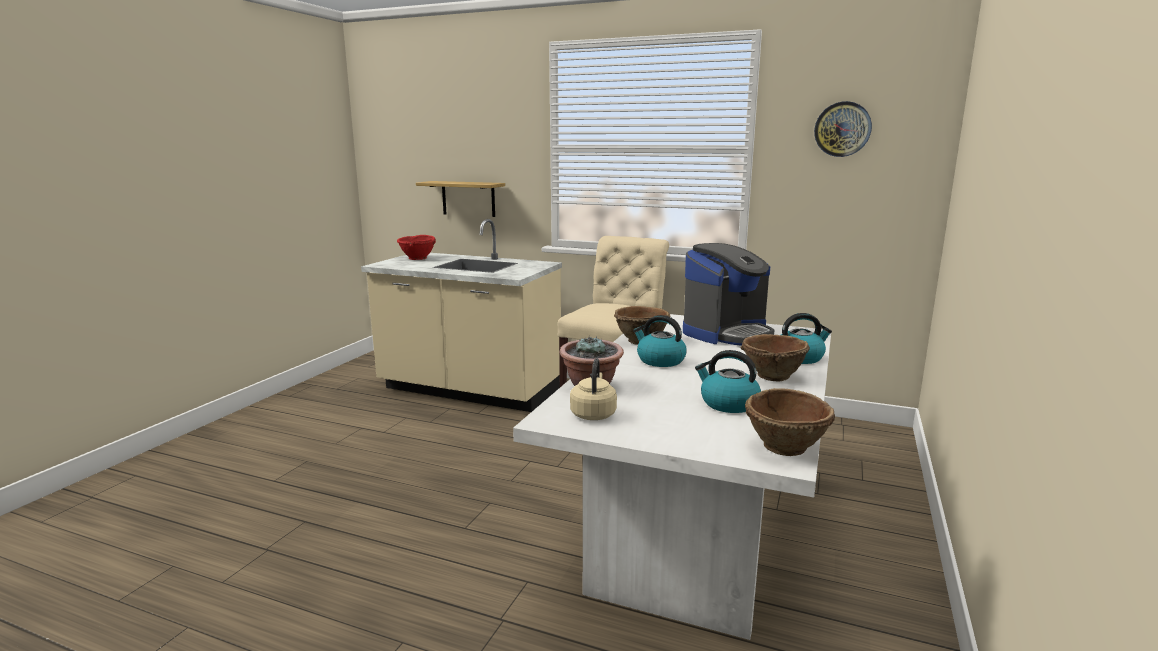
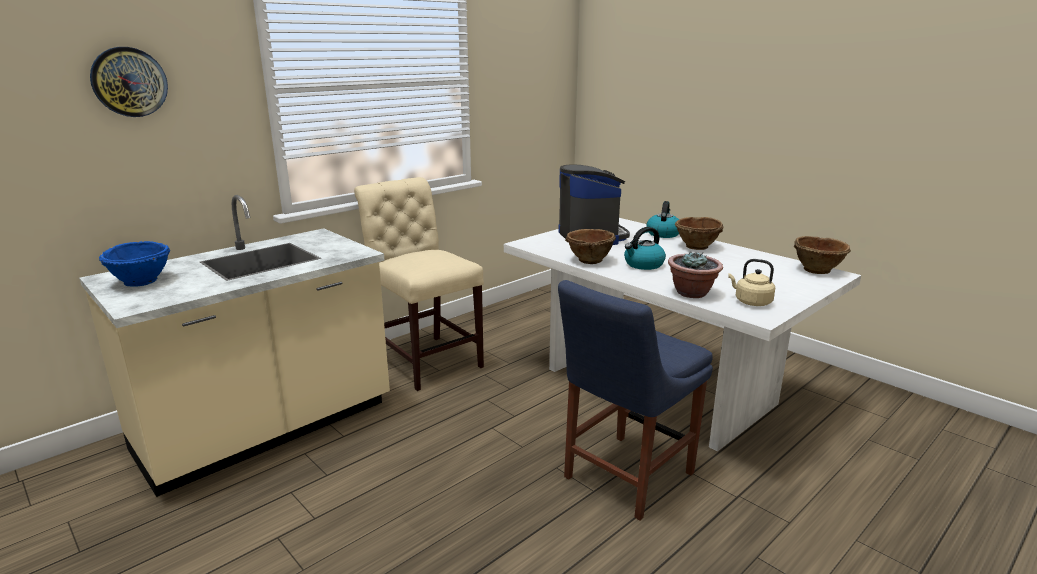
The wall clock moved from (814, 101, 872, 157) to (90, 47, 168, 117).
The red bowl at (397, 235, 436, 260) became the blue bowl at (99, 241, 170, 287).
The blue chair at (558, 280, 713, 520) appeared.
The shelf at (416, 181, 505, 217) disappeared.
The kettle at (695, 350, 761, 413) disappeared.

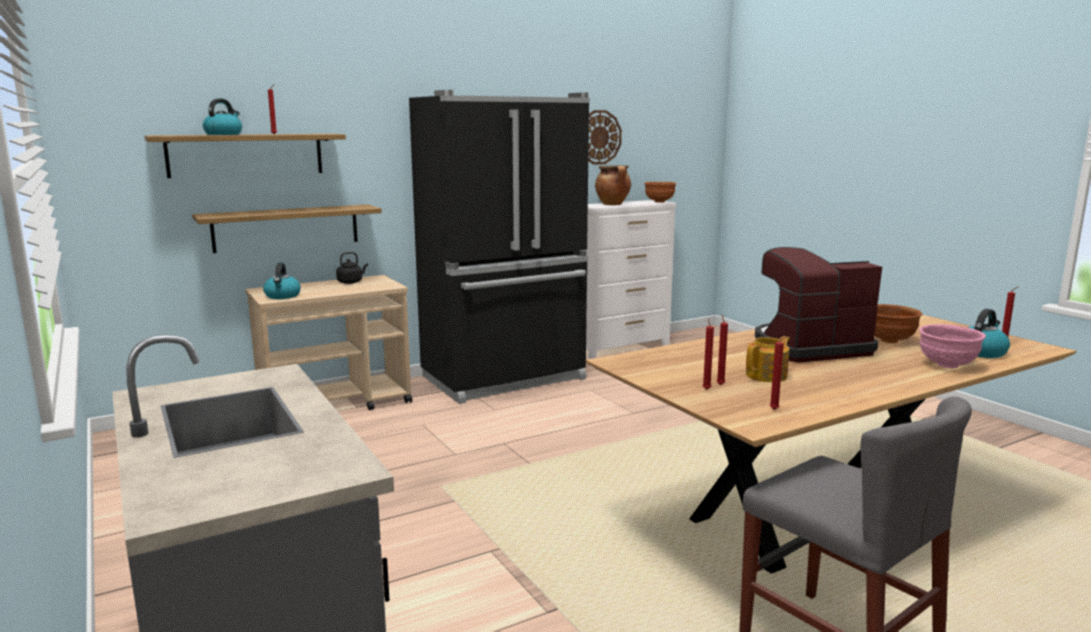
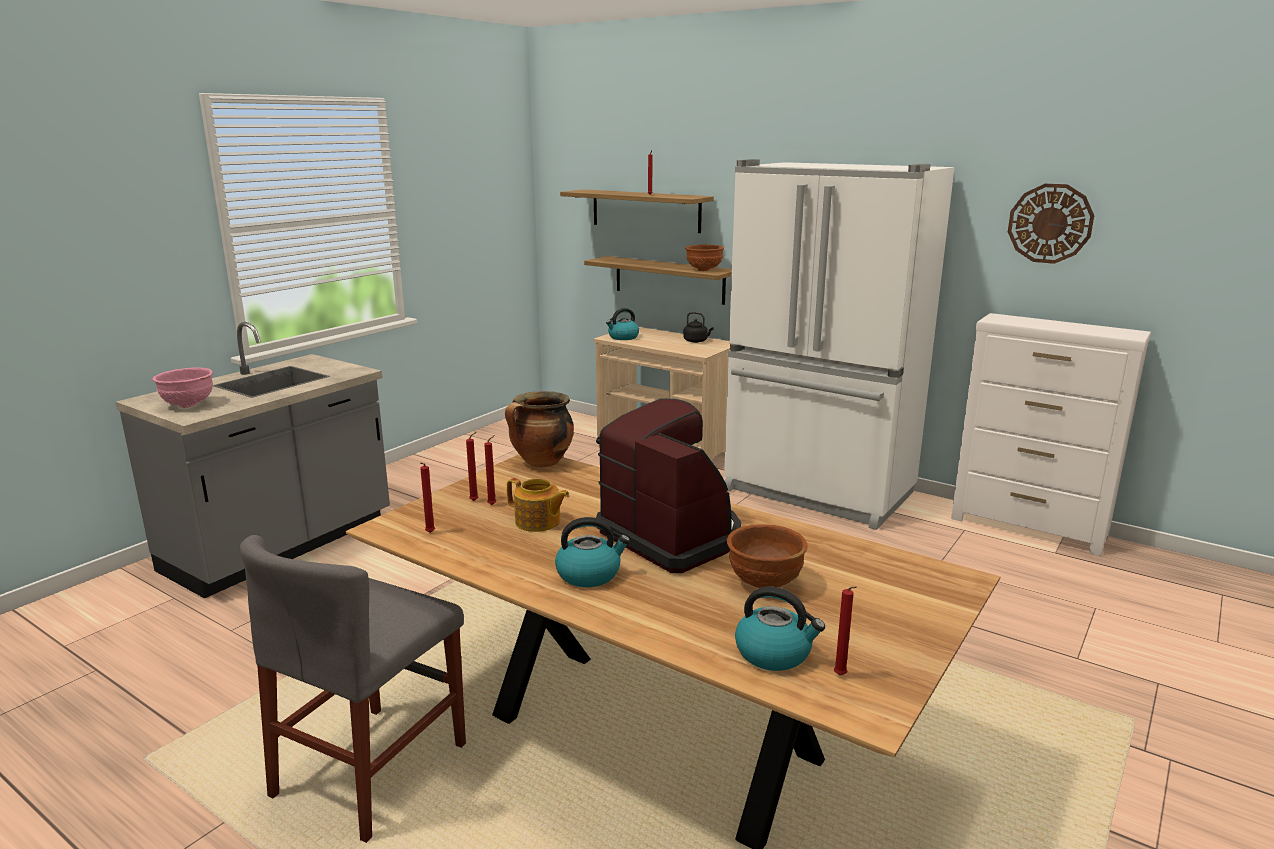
The pink bowl moved from (919, 324, 986, 368) to (152, 368, 213, 408).
The cooking pot moved from (595, 165, 631, 205) to (505, 391, 574, 468).
The kettle moved from (203, 98, 242, 135) to (555, 517, 630, 587).
The brown bowl moved from (644, 182, 677, 203) to (685, 244, 724, 271).
The black fridge at (409, 90, 590, 404) became the white fridge at (724, 159, 955, 530).

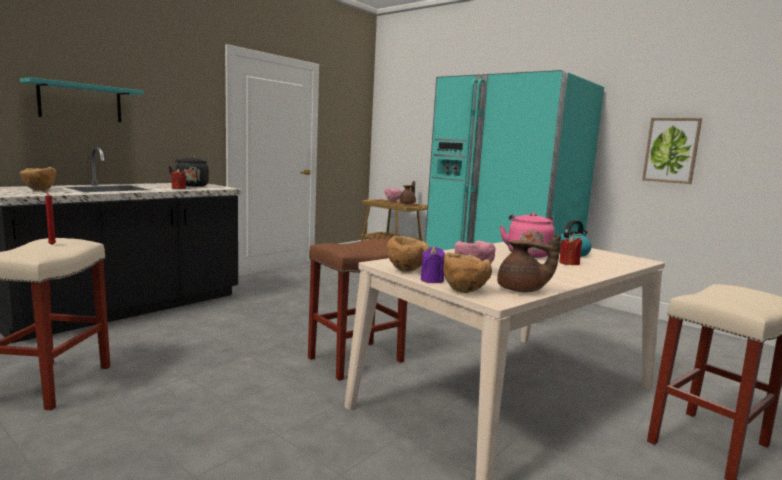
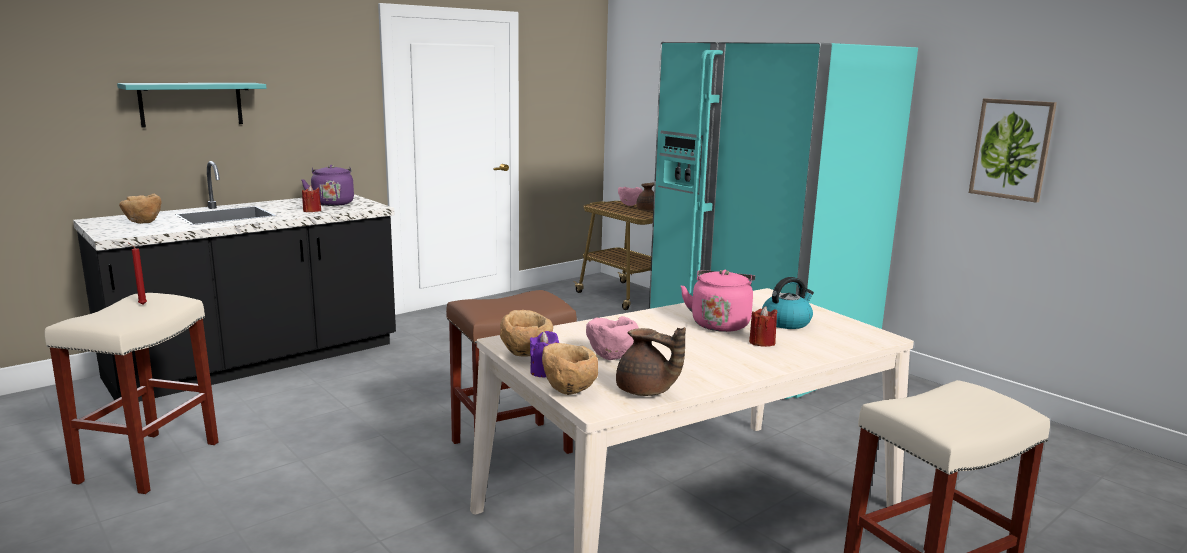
The black kettle at (168, 156, 209, 187) became the purple kettle at (302, 165, 354, 206).

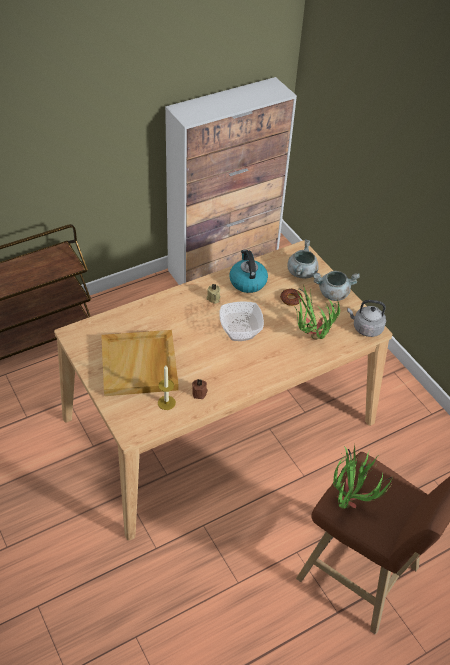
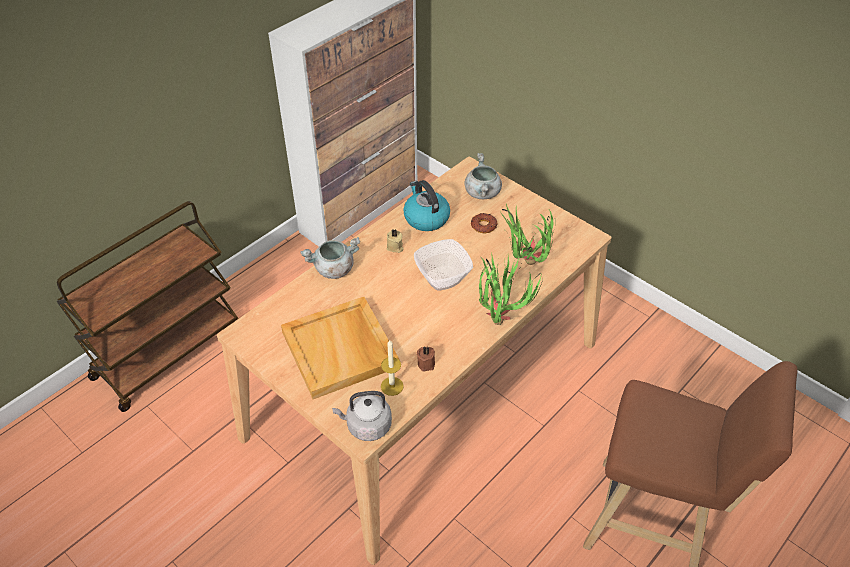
The grey cooking pot moved from (312, 271, 360, 301) to (300, 237, 360, 279).
The grey kettle moved from (347, 300, 386, 337) to (332, 391, 392, 441).
The potted plant moved from (333, 444, 393, 509) to (479, 252, 543, 325).

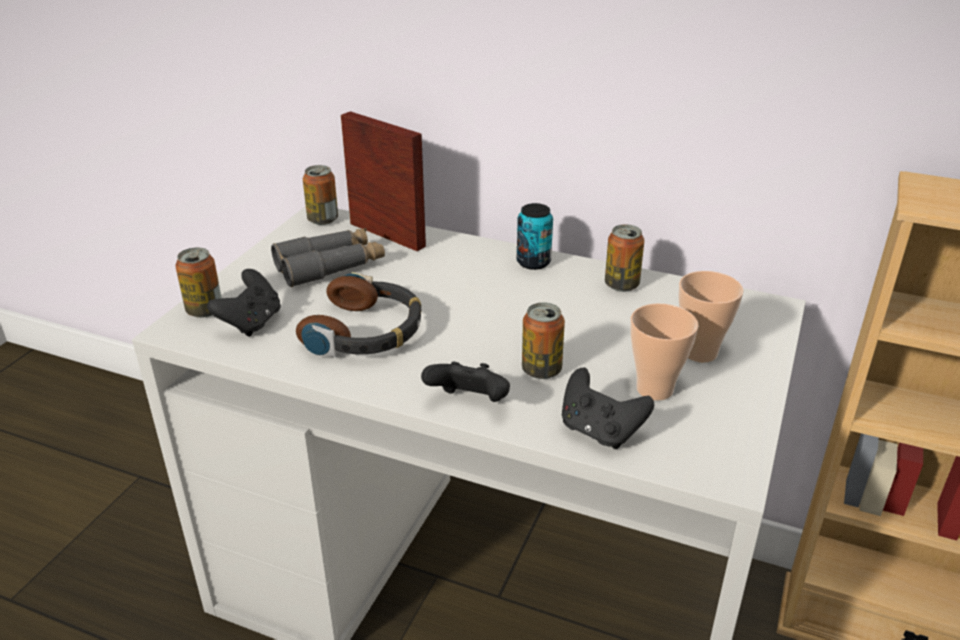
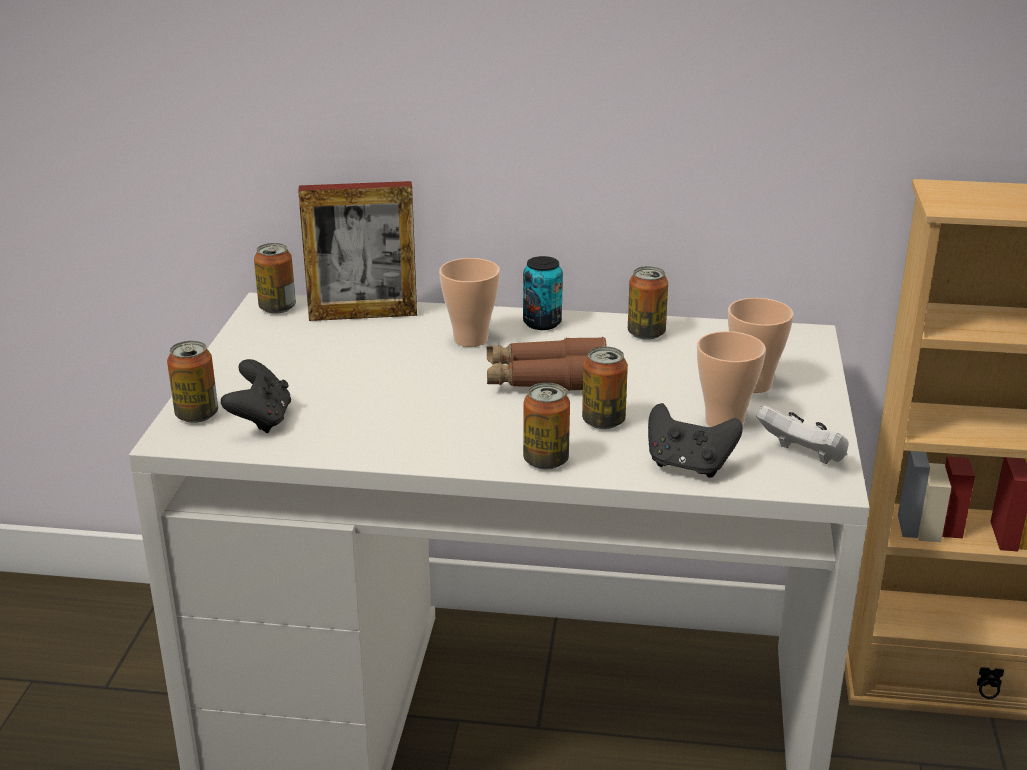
The picture frame at (341, 111, 426, 251) turned 150 degrees clockwise.
The cup at (439, 258, 500, 347) appeared.
The brown binoculars at (487, 337, 607, 391) appeared.
The black game controller at (421, 362, 510, 402) was replaced by the can at (523, 383, 570, 469).
The white game controller at (757, 405, 849, 464) appeared.
The grey binoculars at (271, 228, 385, 287) disappeared.
The headphones at (296, 272, 421, 357) disappeared.

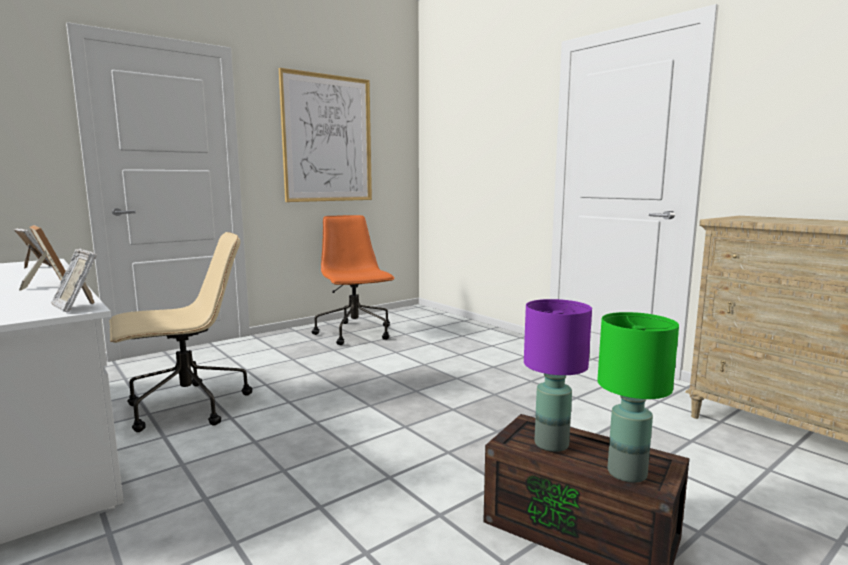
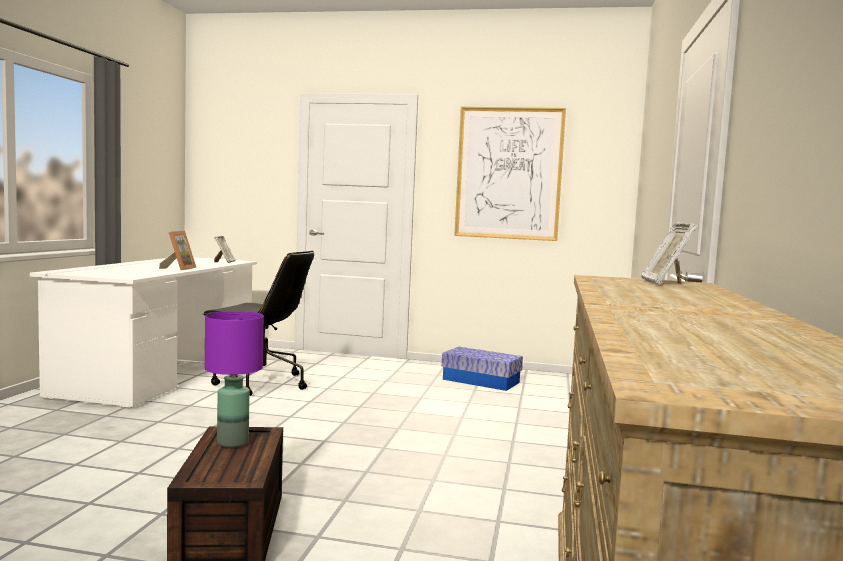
The beige office chair at (109, 232, 252, 432) became the black office chair at (202, 251, 314, 396).
The orange office chair at (312, 215, 395, 345) was replaced by the storage box at (442, 347, 523, 391).
The picture frame moved from (51, 249, 97, 313) to (641, 222, 698, 284).
The green table lamp at (597, 312, 679, 483) disappeared.

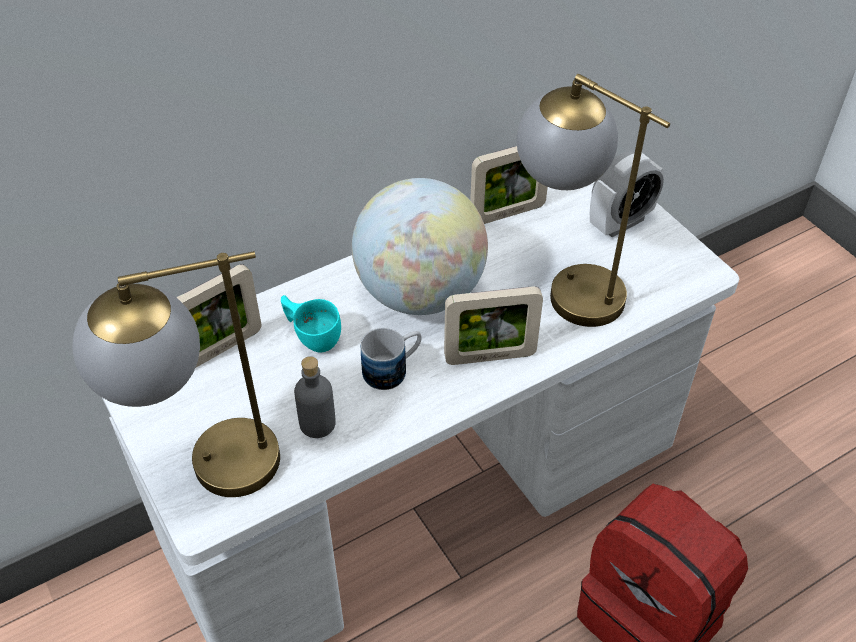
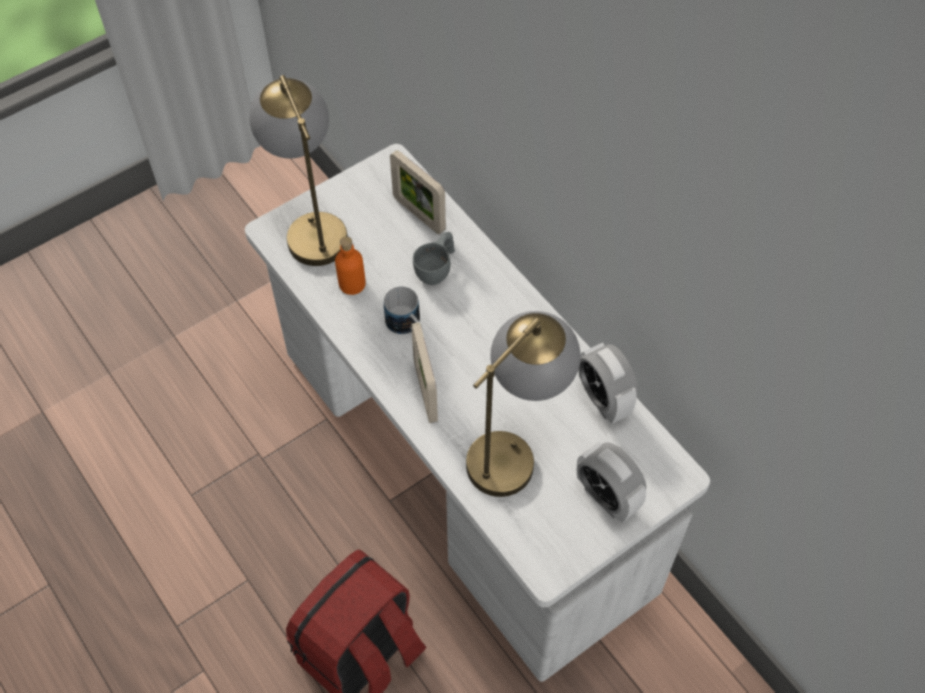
The grey bottle at (294, 356, 336, 438) became the orange bottle at (335, 236, 366, 295).
The turquoise cup at (281, 295, 341, 352) became the grey cup at (413, 232, 455, 285).
The picture frame at (470, 146, 548, 224) was replaced by the alarm clock at (578, 343, 638, 424).
The globe at (352, 178, 488, 315) disappeared.

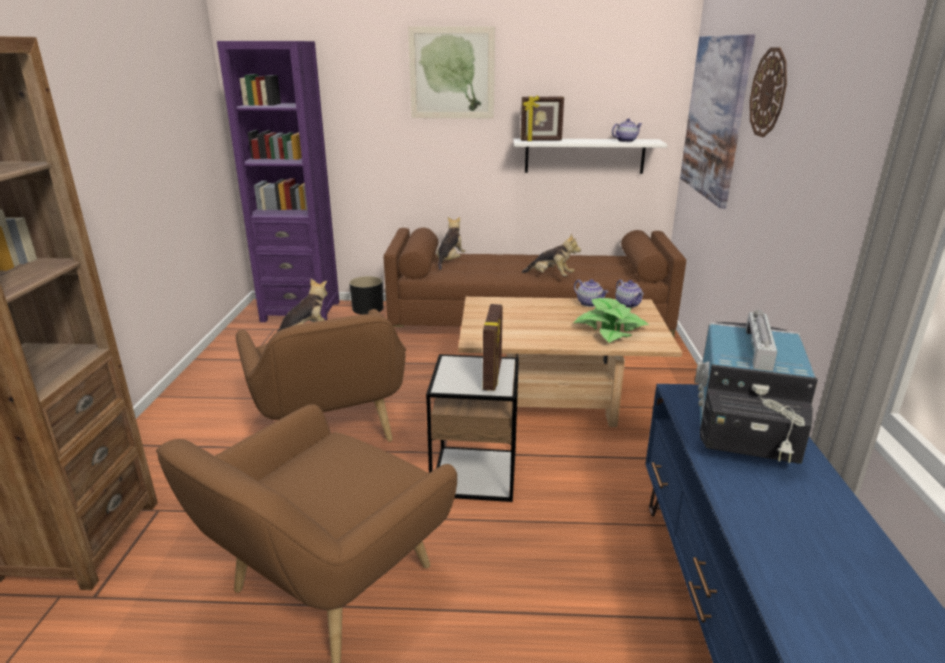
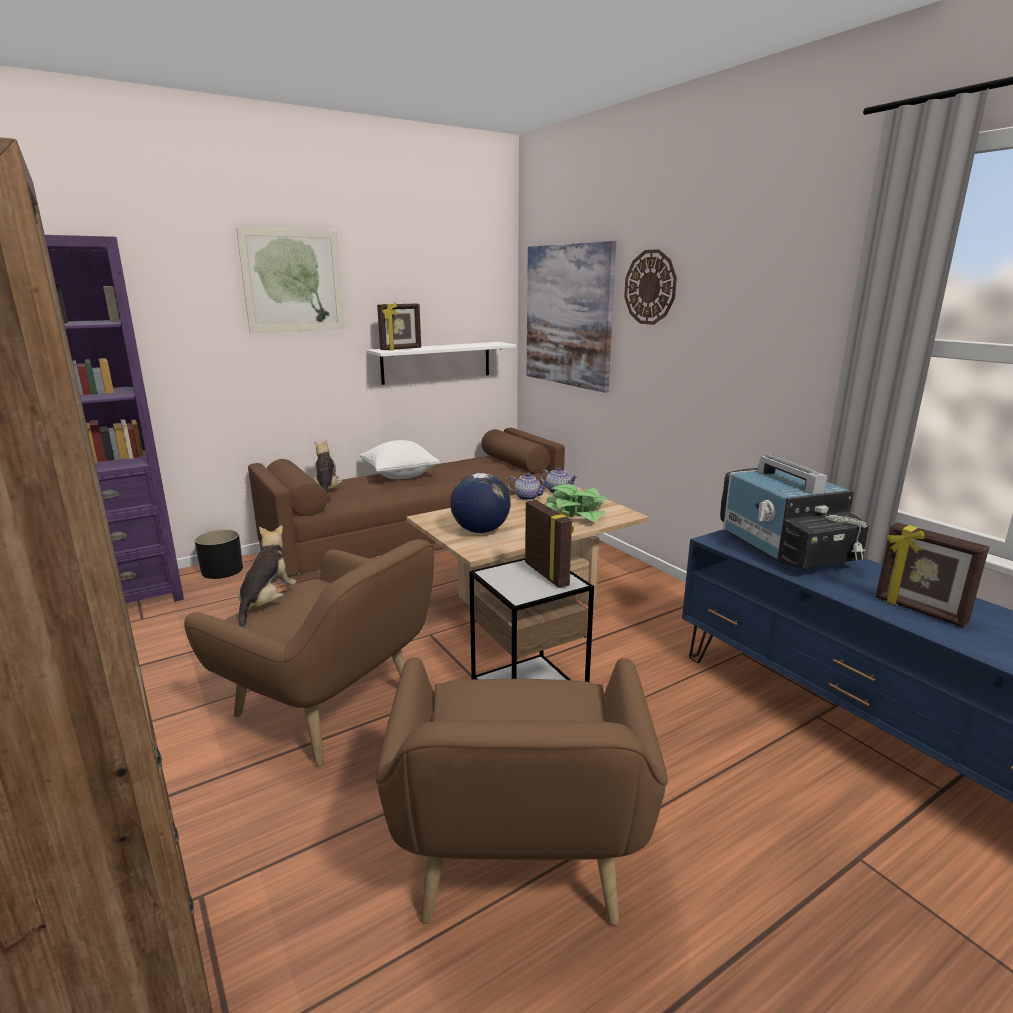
The white pillow at (360, 440, 440, 479) appeared.
The globe at (450, 473, 511, 533) appeared.
The picture frame at (876, 522, 989, 628) appeared.
The plush toy at (522, 234, 581, 276) disappeared.
The teapot at (612, 119, 642, 142) disappeared.

